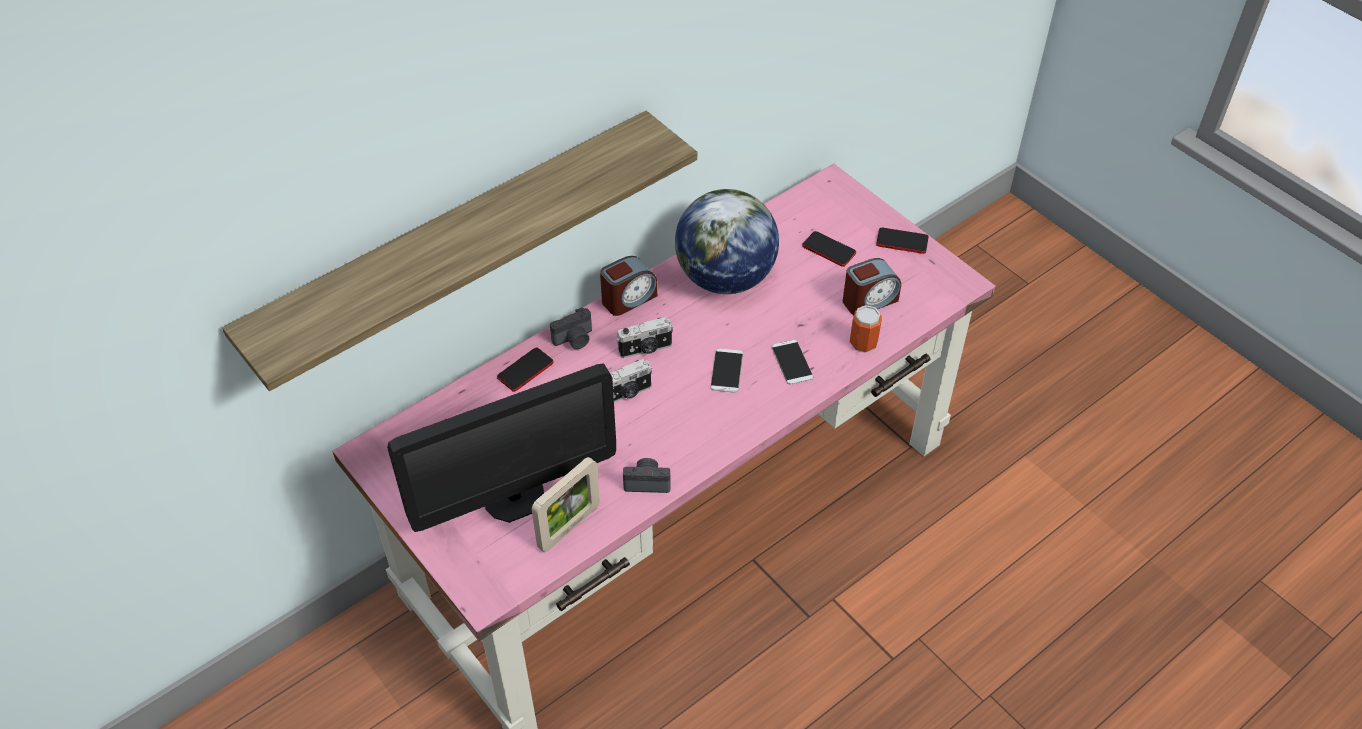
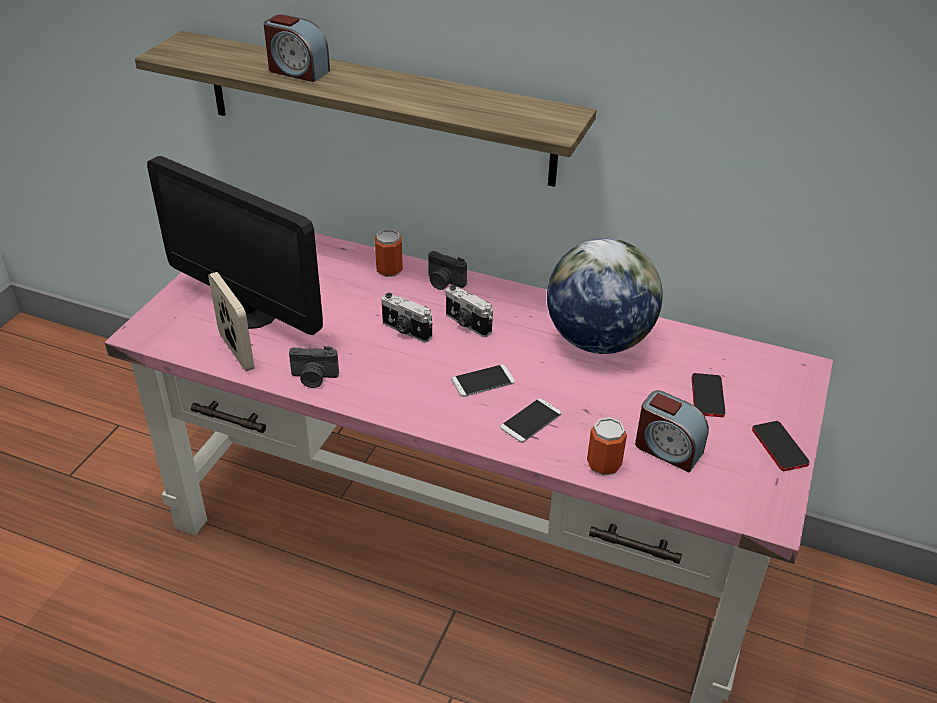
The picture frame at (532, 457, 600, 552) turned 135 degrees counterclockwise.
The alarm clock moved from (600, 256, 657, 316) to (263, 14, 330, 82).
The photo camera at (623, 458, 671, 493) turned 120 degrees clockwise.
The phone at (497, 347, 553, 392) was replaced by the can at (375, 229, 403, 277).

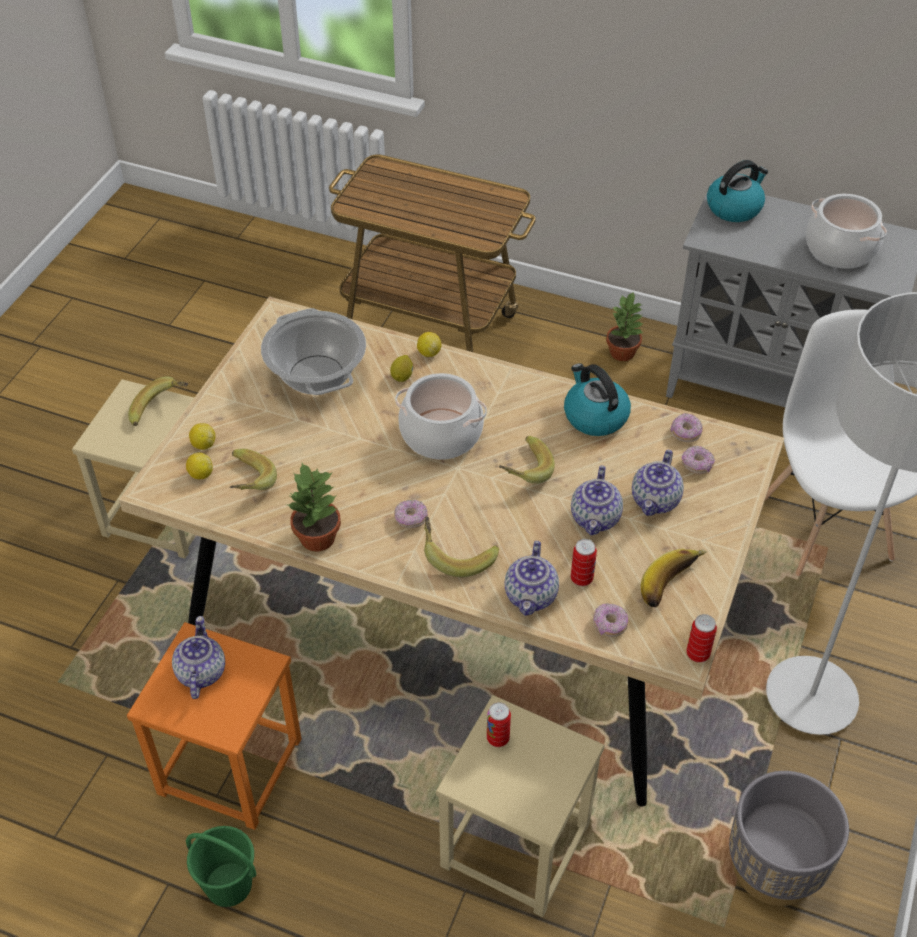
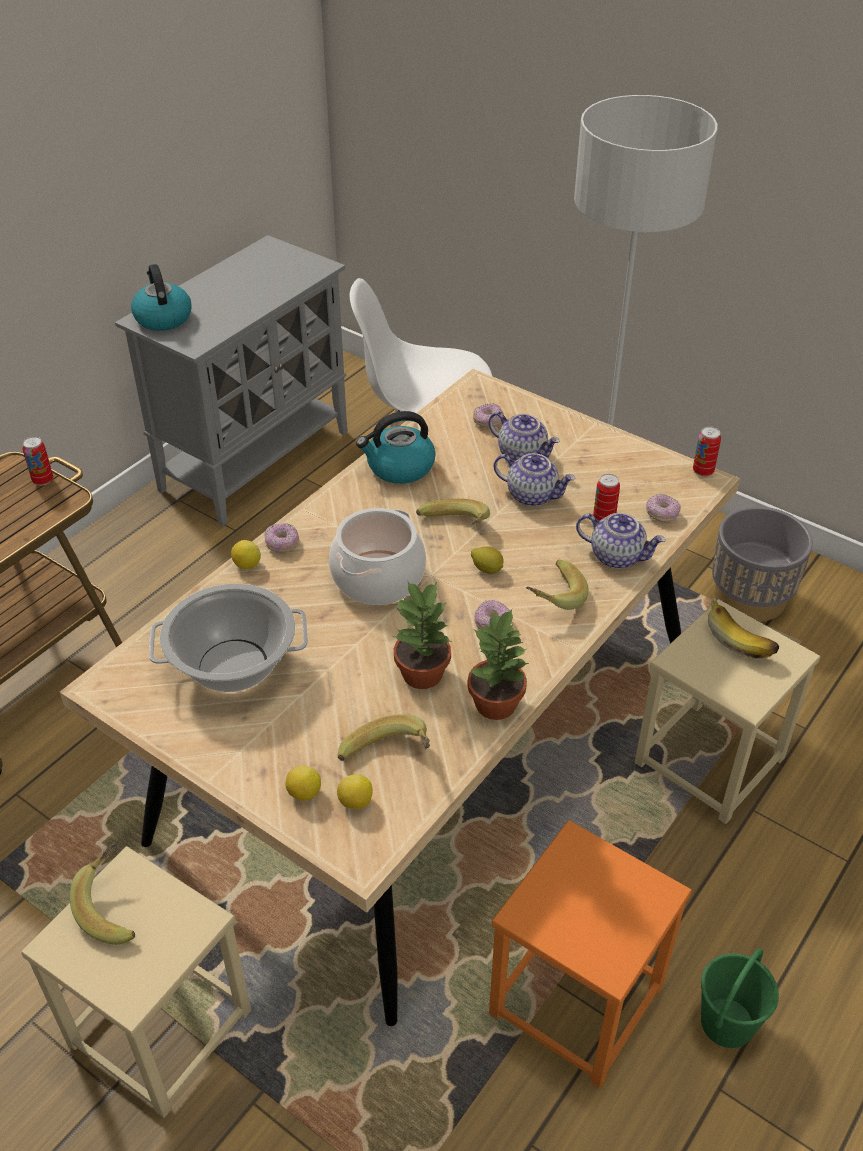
The can moved from (487, 702, 511, 747) to (22, 436, 53, 486).
The donut moved from (671, 413, 703, 443) to (264, 523, 299, 552).
The potted plant moved from (606, 291, 644, 361) to (393, 582, 452, 689).
The lemon moved from (390, 355, 413, 382) to (471, 546, 504, 574).
The banana moved from (641, 549, 707, 608) to (708, 598, 779, 659).
The teapot at (172, 616, 225, 699) disappeared.
The cooking pot at (806, 194, 887, 269) disappeared.

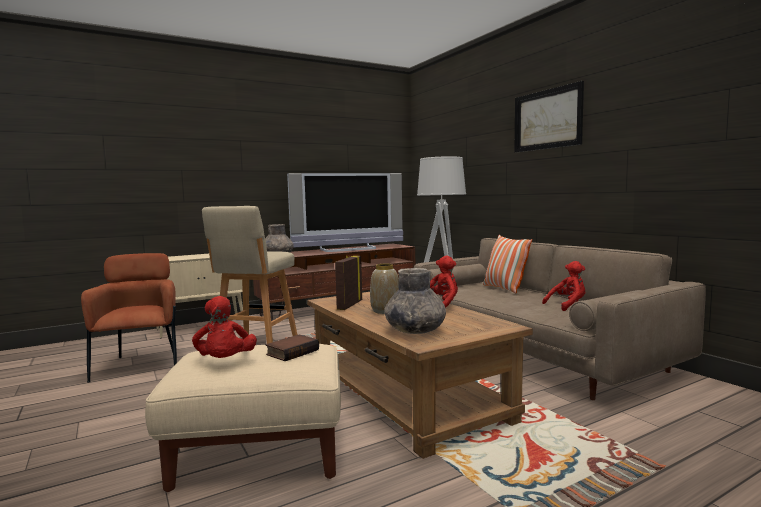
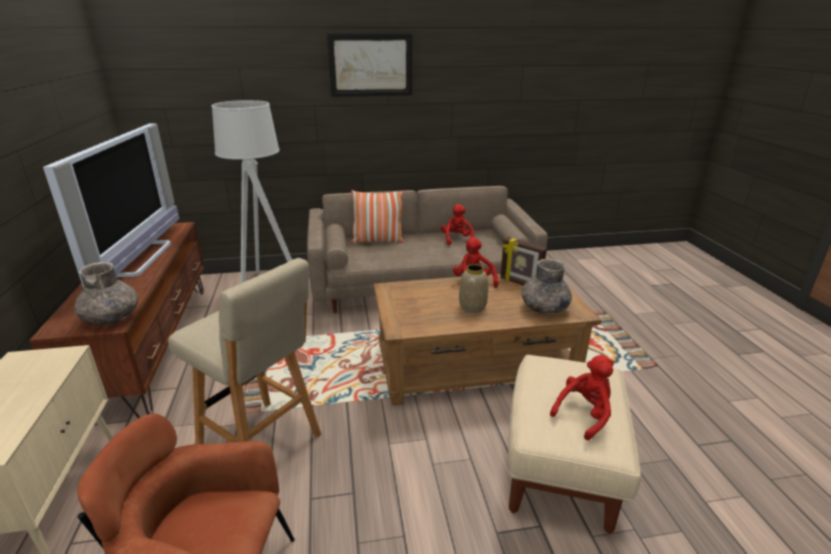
The picture frame moved from (335, 256, 362, 310) to (500, 237, 547, 285).
The red plush toy at (192, 296, 257, 358) turned 45 degrees counterclockwise.
The book at (266, 334, 319, 361) disappeared.

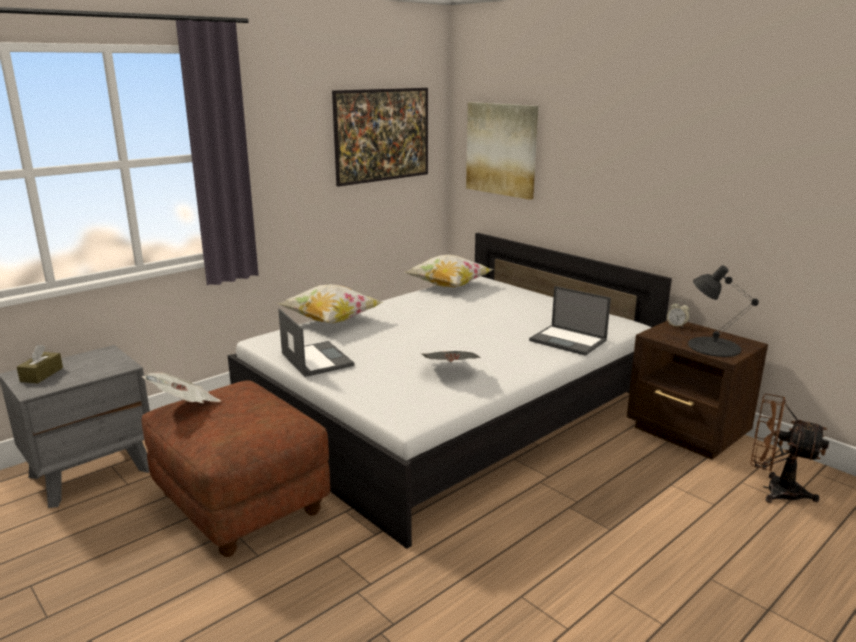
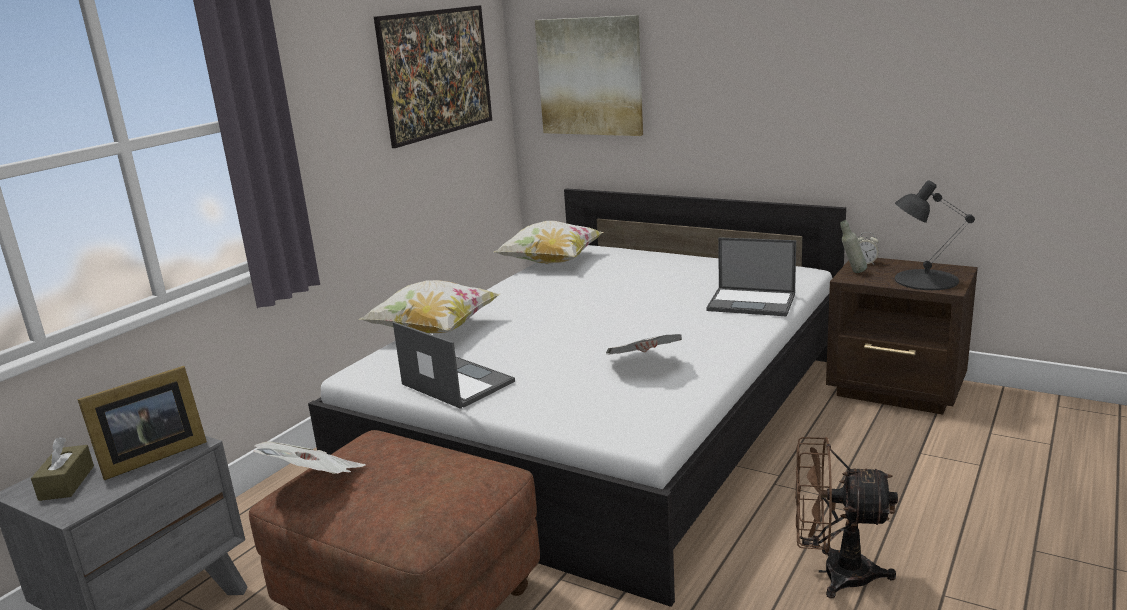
The picture frame at (77, 366, 207, 480) appeared.
The brown fan moved from (751, 394, 829, 503) to (795, 437, 898, 598).
The grey bottle at (840, 220, 867, 273) appeared.

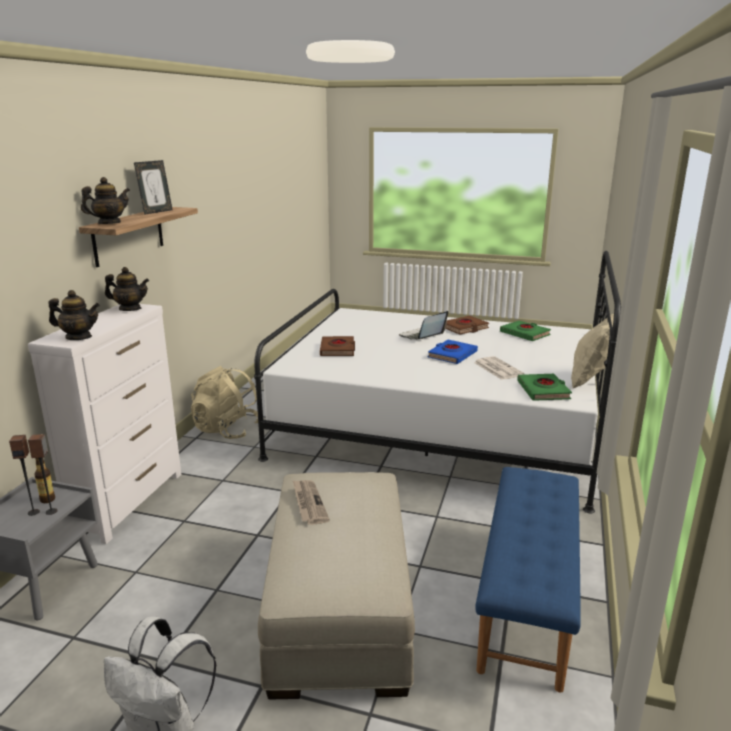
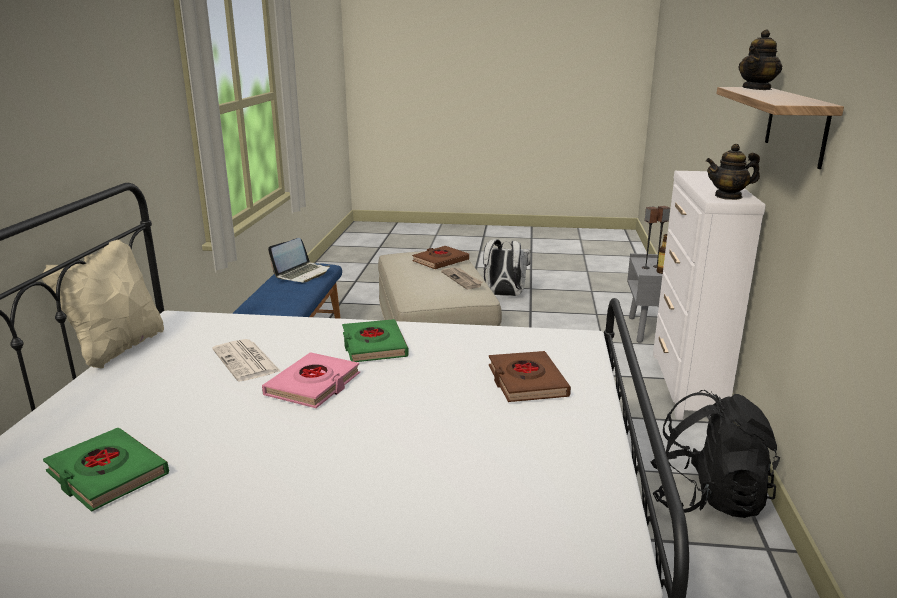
The blue book at (428, 340, 478, 364) became the pink book at (262, 352, 360, 408).
The laptop moved from (399, 311, 448, 340) to (268, 238, 330, 282).
The green book moved from (517, 374, 572, 401) to (342, 319, 409, 362).
The brown book moved from (445, 316, 489, 335) to (412, 246, 469, 269).
The beige backpack at (191, 366, 258, 439) became the black backpack at (650, 390, 780, 518).
The teapot at (48, 290, 100, 340) disappeared.
The picture frame at (134, 160, 173, 215) disappeared.

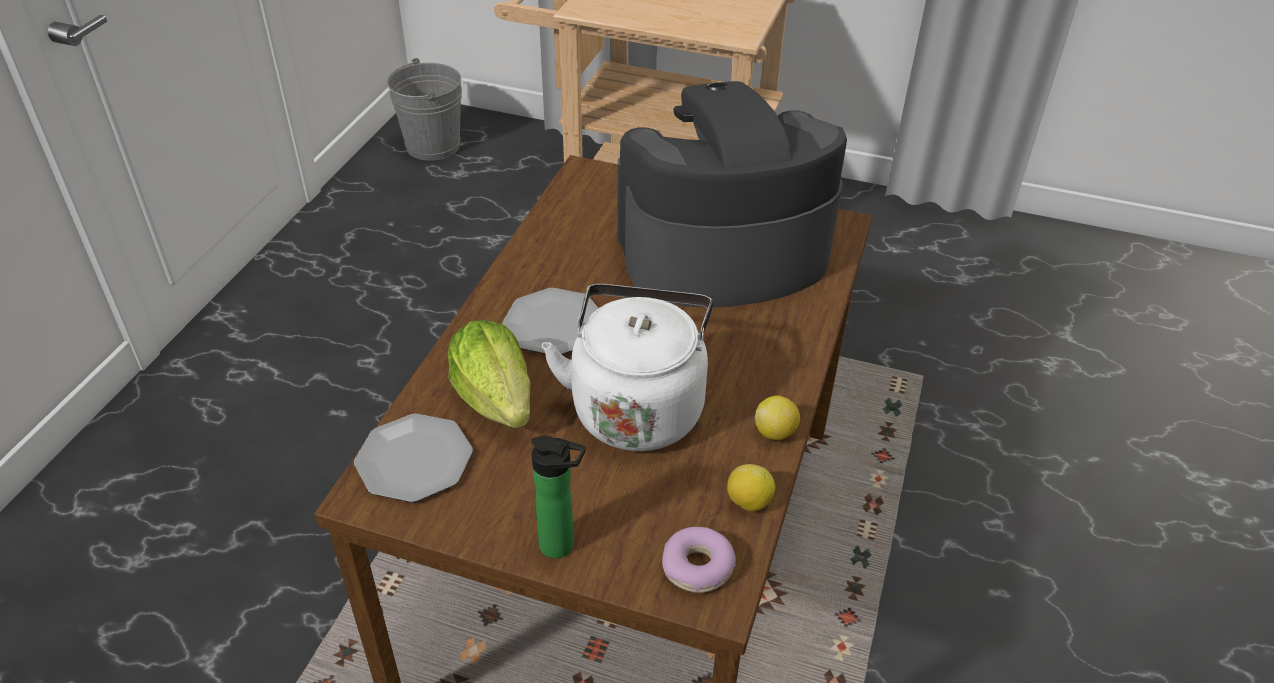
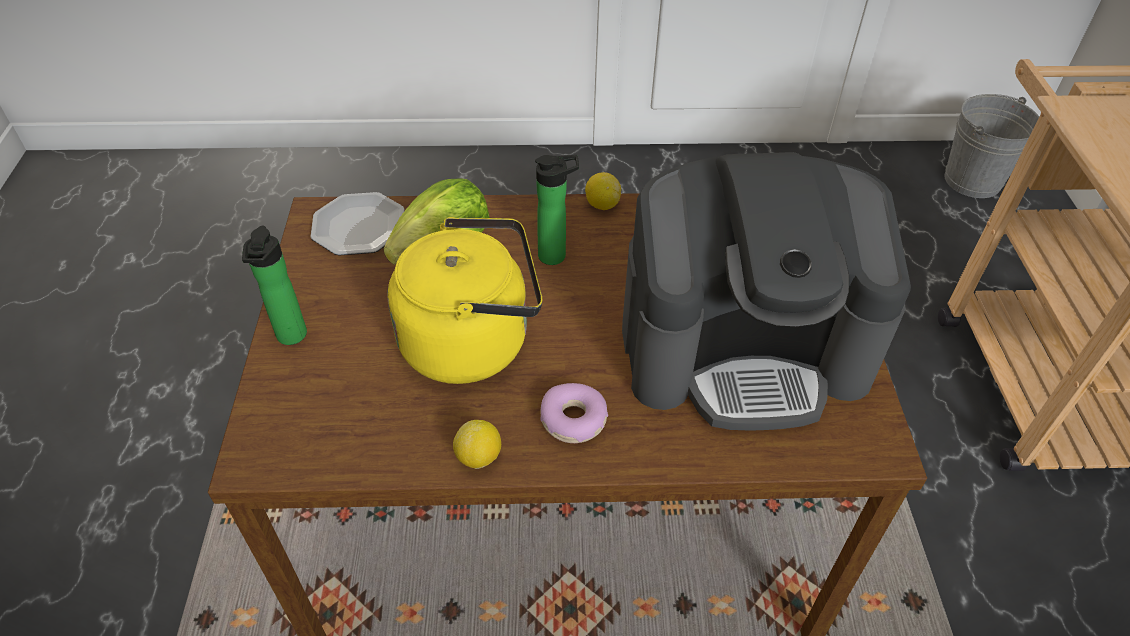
The white kettle at (542, 284, 713, 451) became the yellow kettle at (387, 217, 542, 384).
The plate at (502, 288, 598, 355) was replaced by the bottle at (535, 155, 579, 265).
The donut moved from (662, 527, 736, 593) to (540, 383, 608, 443).
The lemon moved from (727, 464, 775, 511) to (585, 172, 621, 210).
The coffee machine at (617, 81, 847, 308) turned 120 degrees clockwise.

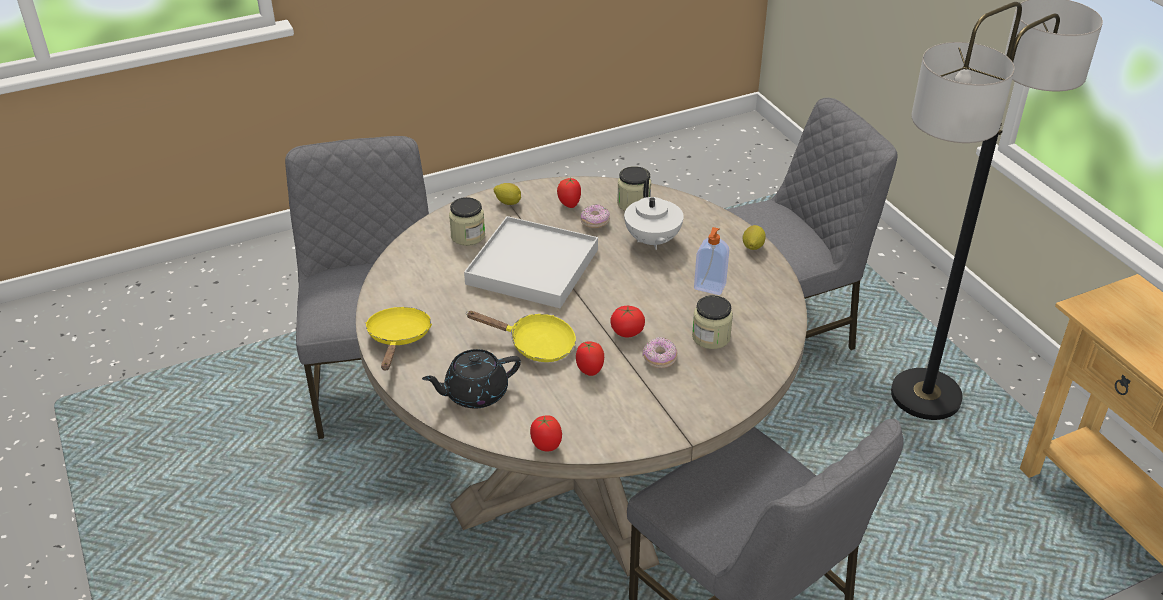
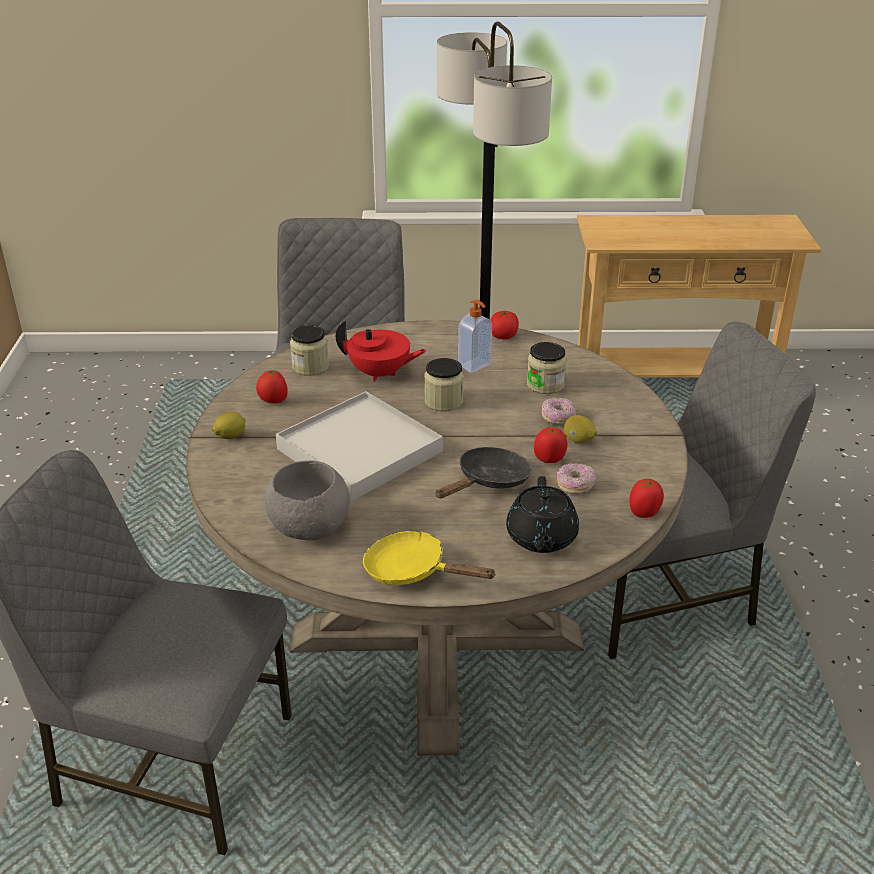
The grey bowl at (265, 460, 350, 540) appeared.
The white teapot at (624, 180, 684, 250) became the red teapot at (336, 320, 427, 382).
The jar moved from (449, 197, 485, 246) to (425, 358, 464, 411).
The yellow frying pan at (467, 311, 576, 362) became the black frying pan at (435, 447, 532, 498).
The tomato moved from (611, 306, 645, 338) to (490, 311, 519, 340).
The donut moved from (581, 204, 610, 228) to (557, 463, 596, 494).
The lemon moved from (743, 225, 766, 250) to (564, 415, 597, 443).

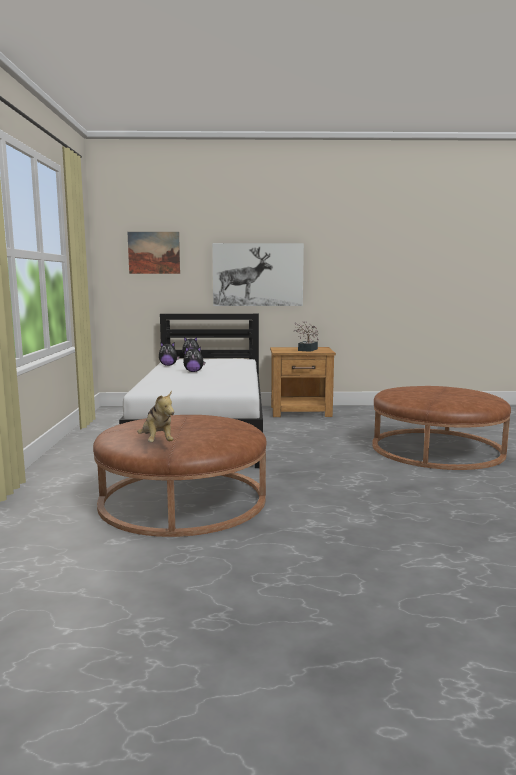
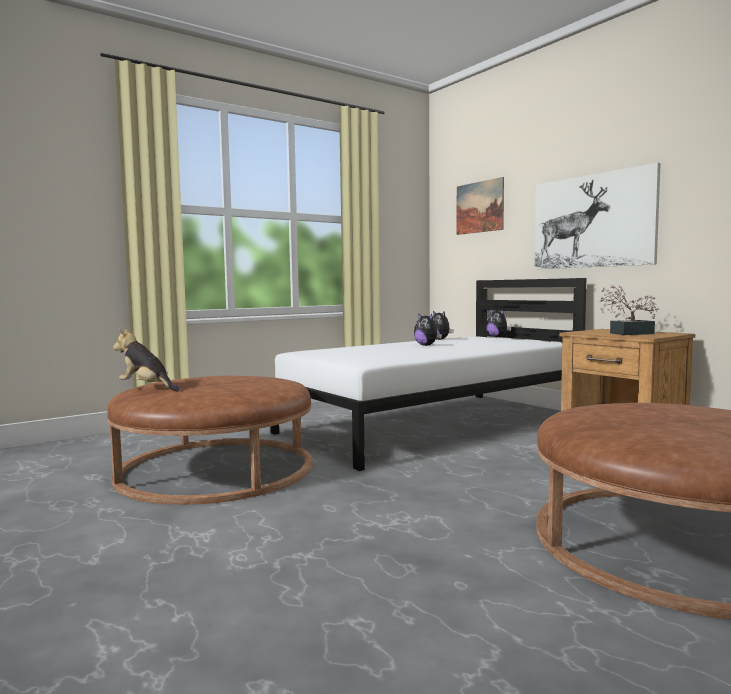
The plush toy at (137, 391, 174, 442) turned 90 degrees clockwise.

